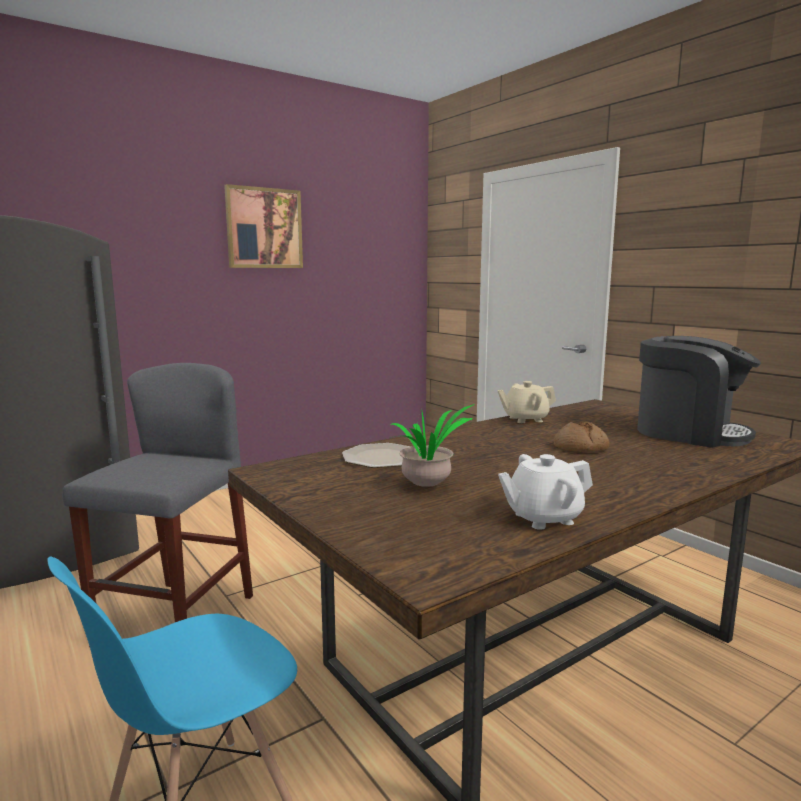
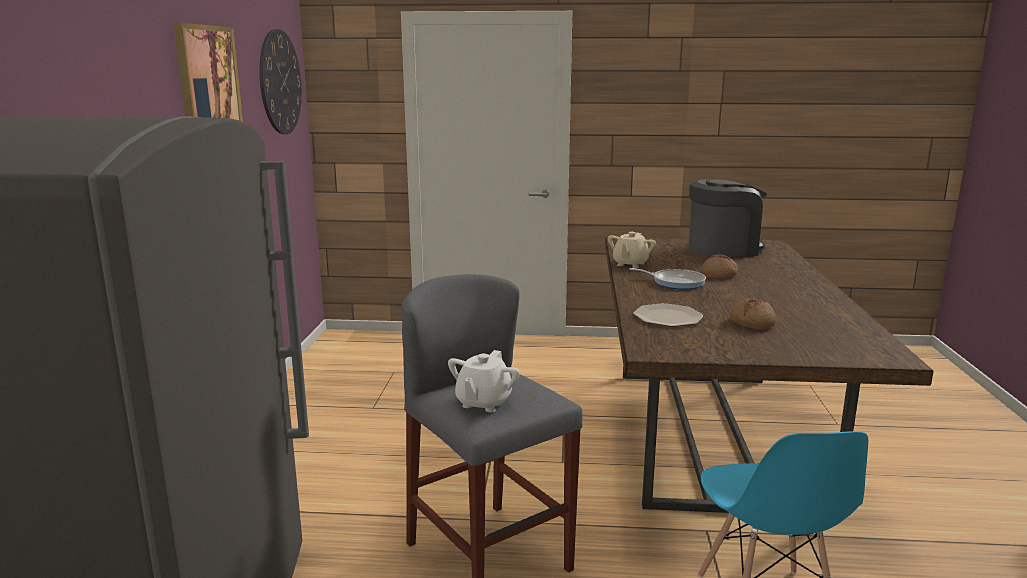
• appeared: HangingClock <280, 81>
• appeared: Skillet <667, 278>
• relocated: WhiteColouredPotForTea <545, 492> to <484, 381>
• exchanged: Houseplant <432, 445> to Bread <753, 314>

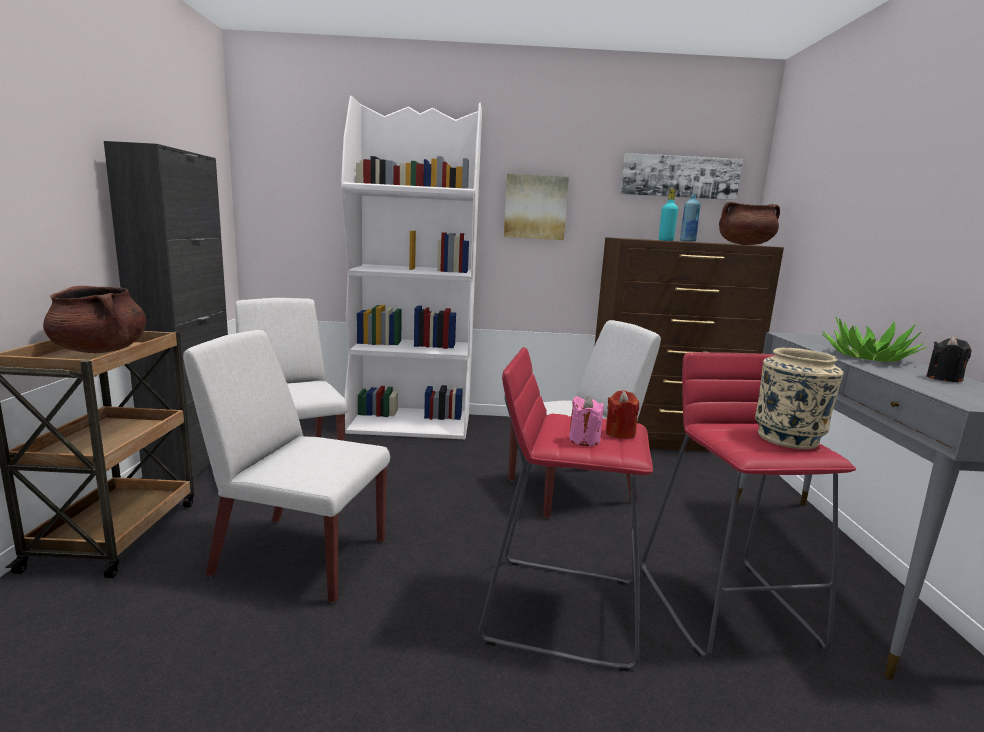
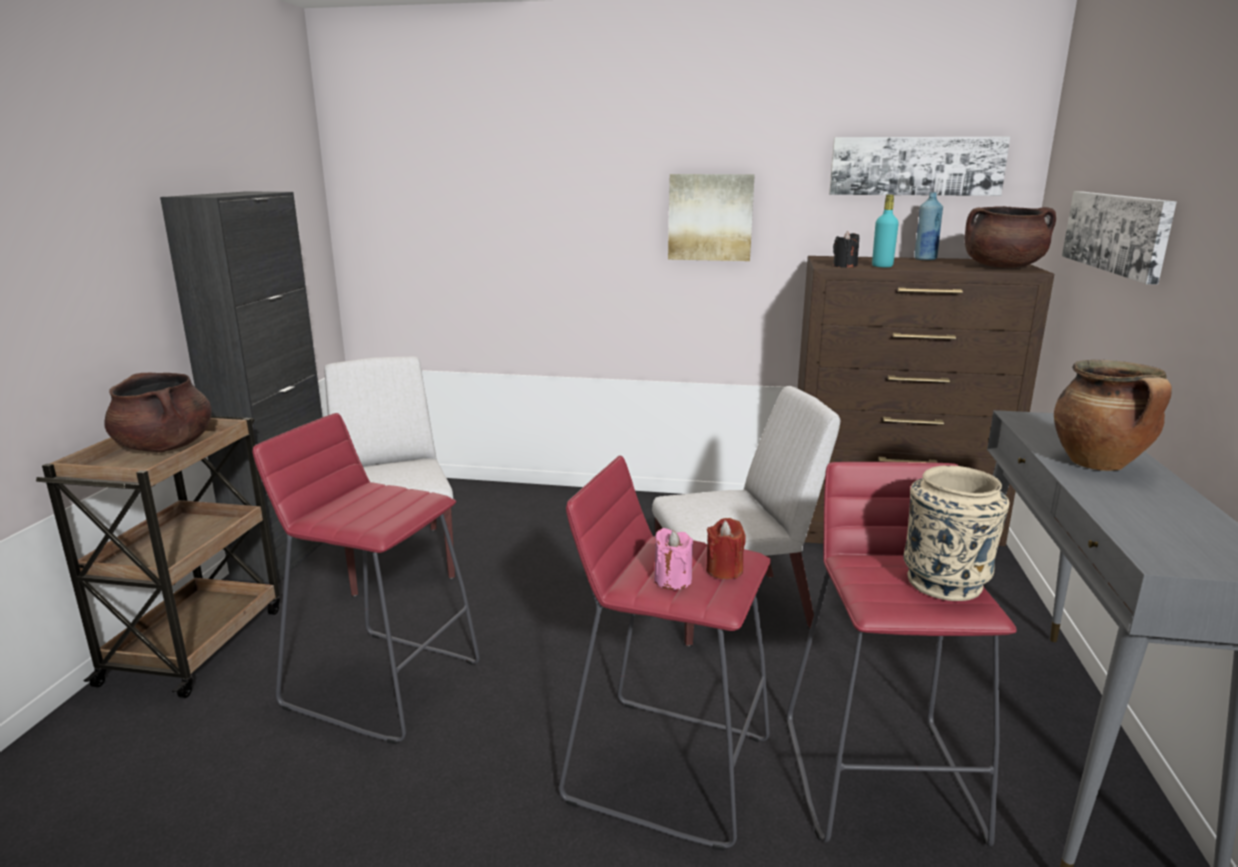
• missing: WhiteColouredShelvingUnit <411, 267>
• appeared: Picture <1119, 238>
• relocated: BlackishCandle <949, 359> to <846, 249>
• exchanged: WhiteColouredChair <286, 466> to ReddishStoolSeat <366, 578>
• exchanged: Houseplant <874, 339> to CookingPot <1113, 415>

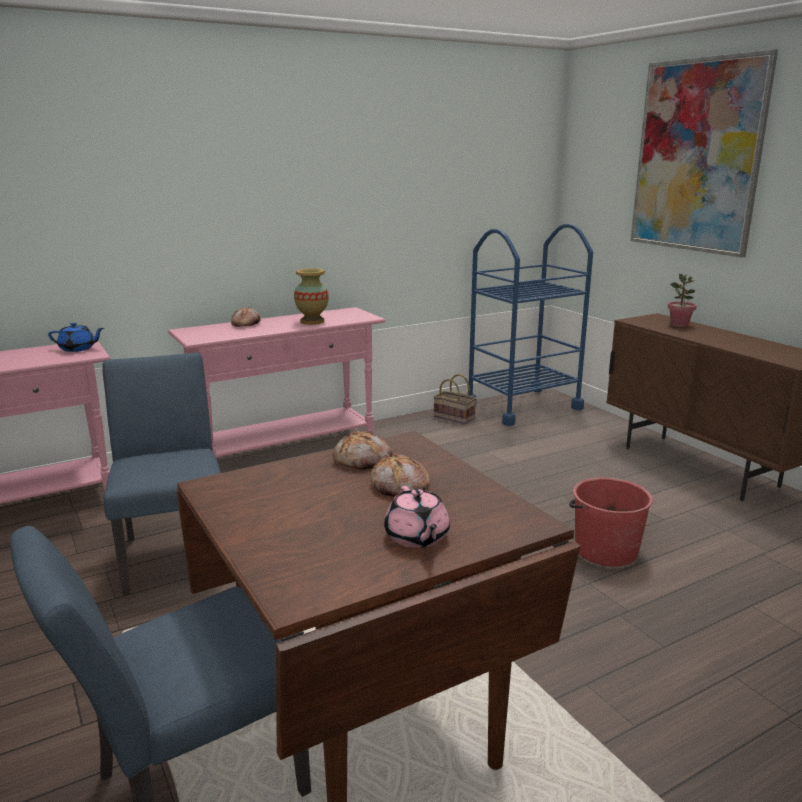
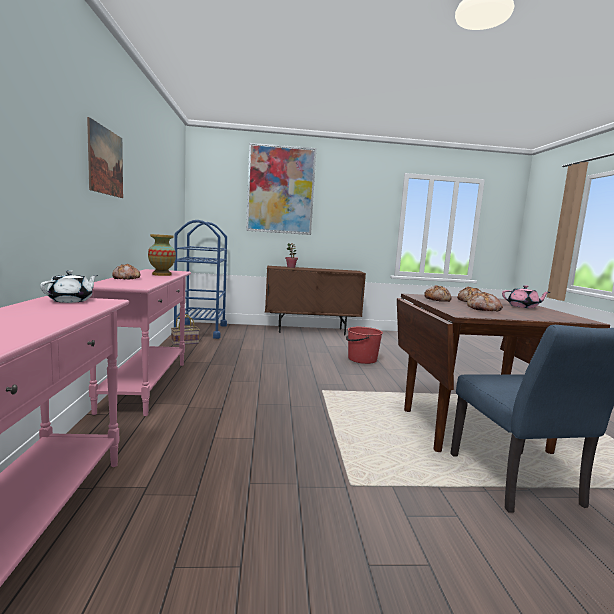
• missing: BlueColouredChair <161, 474>
• appeared: Picture <105, 157>
• appeared: Bread <485, 301>
• colour: BlueColouredPotForTea <76, 337> to WhiteColouredPotForTea <69, 286>

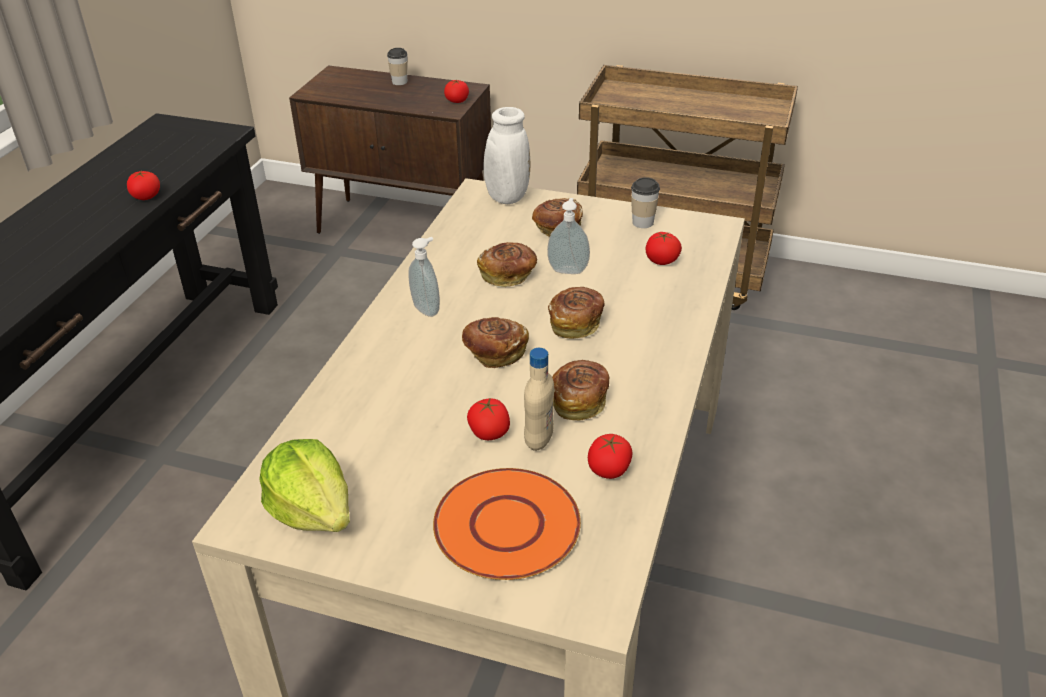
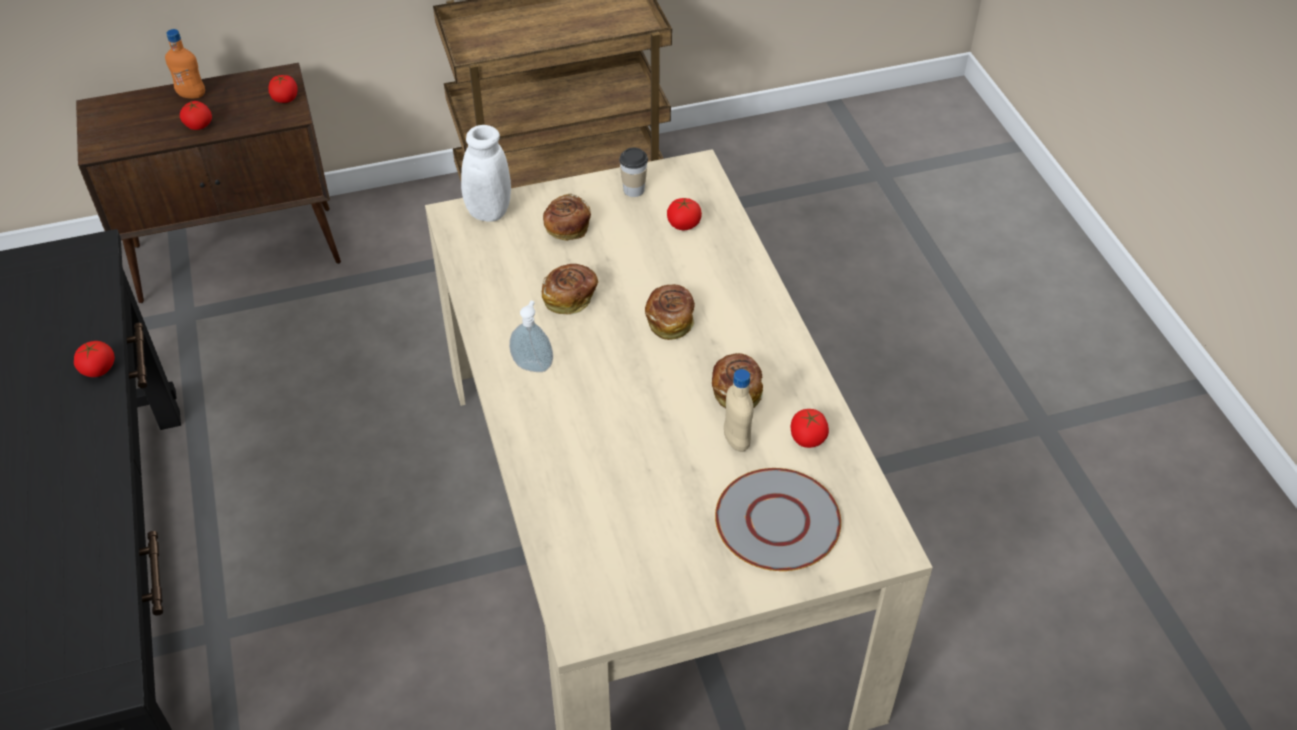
• missing: HeadOfLettuce <304, 485>
• missing: Bread <495, 342>
• missing: LiquidSoapBottle <568, 236>
• relocated: FreshTomato <488, 418> to <196, 115>
• exchanged: DrinkingCup <397, 66> to OrangeDrinkBottle <185, 64>
• colour: OrangePlate <507, 524> to GrayPlate <778, 519>

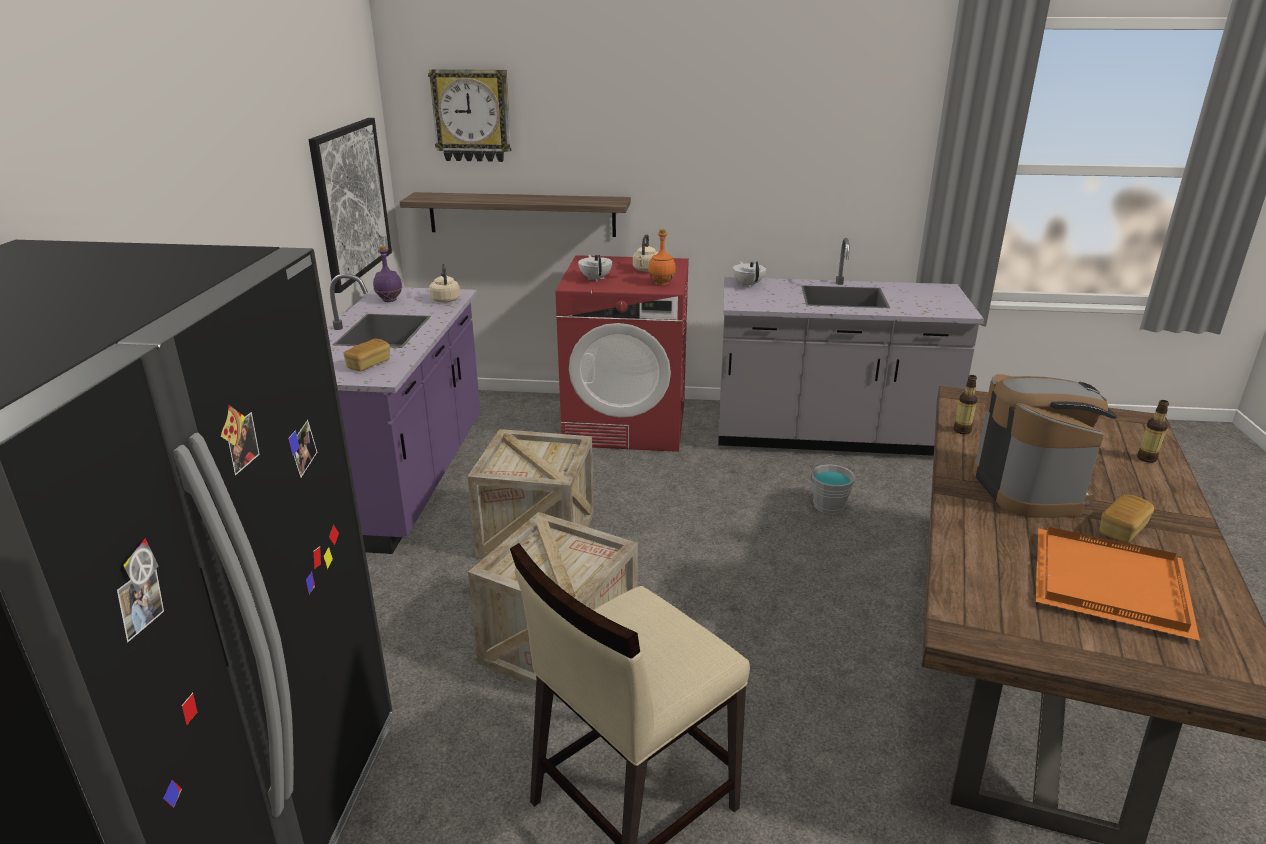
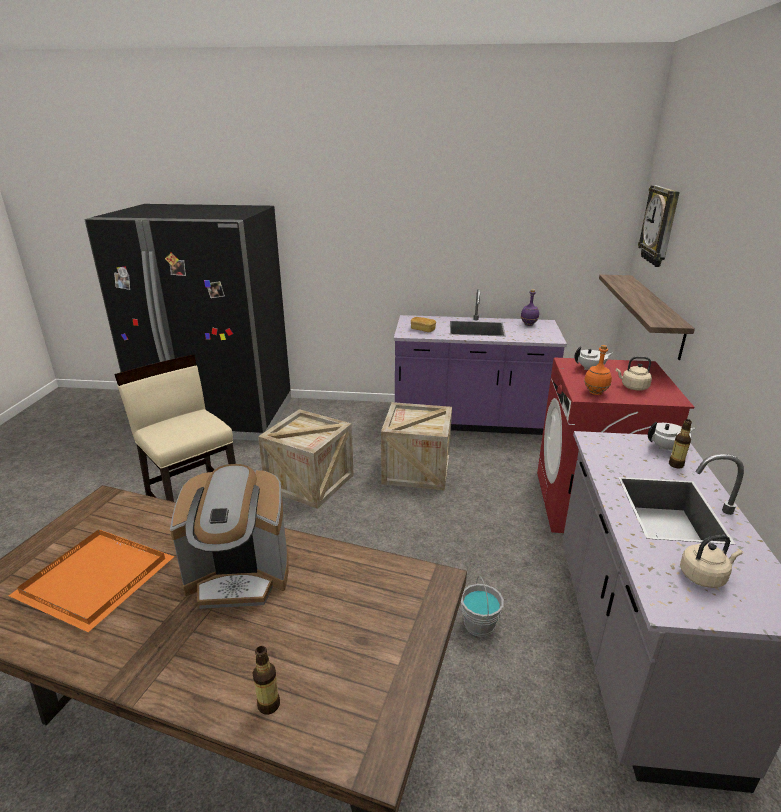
• missing: Picture <350, 205>
• missing: Bread <1126, 519>
• relocated: BeigeTeaKettle <444, 283> to <711, 561>
• relocated: DrinkBottle <965, 404> to <680, 444>

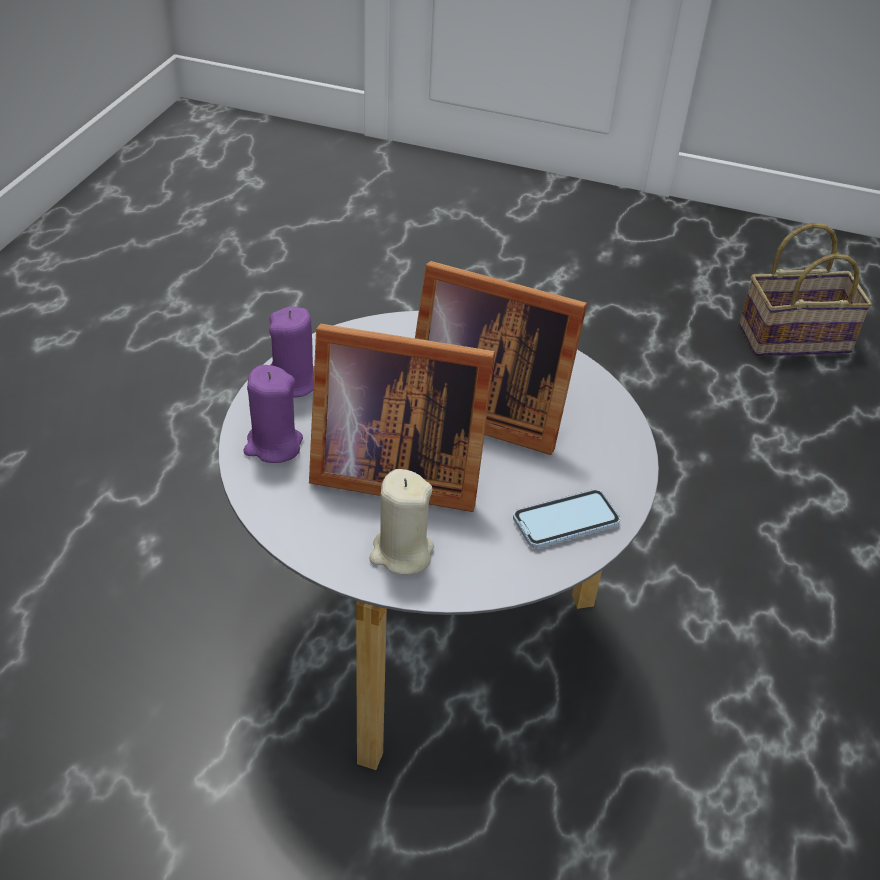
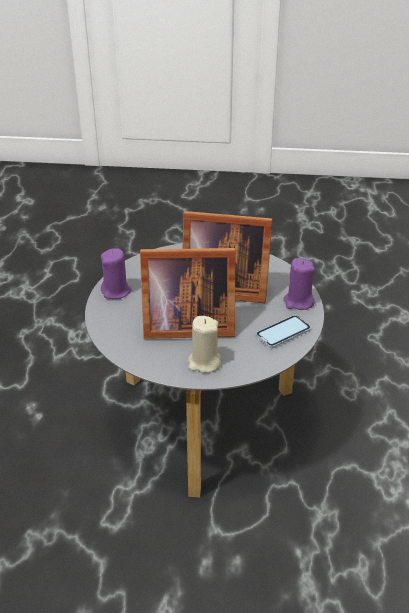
• missing: Basket <805, 290>
• relocated: PurpleColouredCandle <273, 414> to <299, 284>

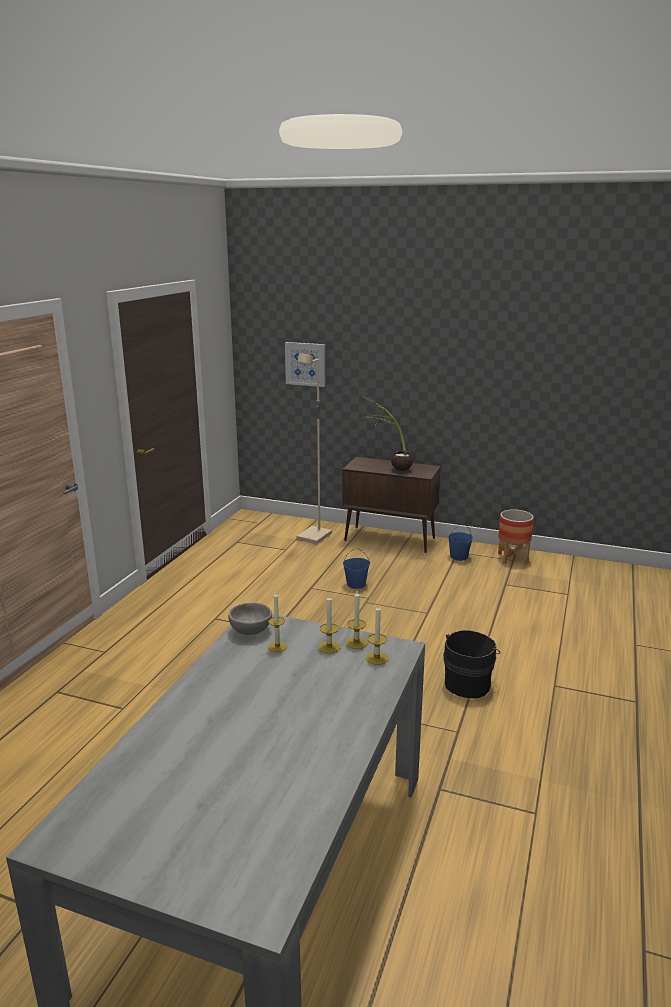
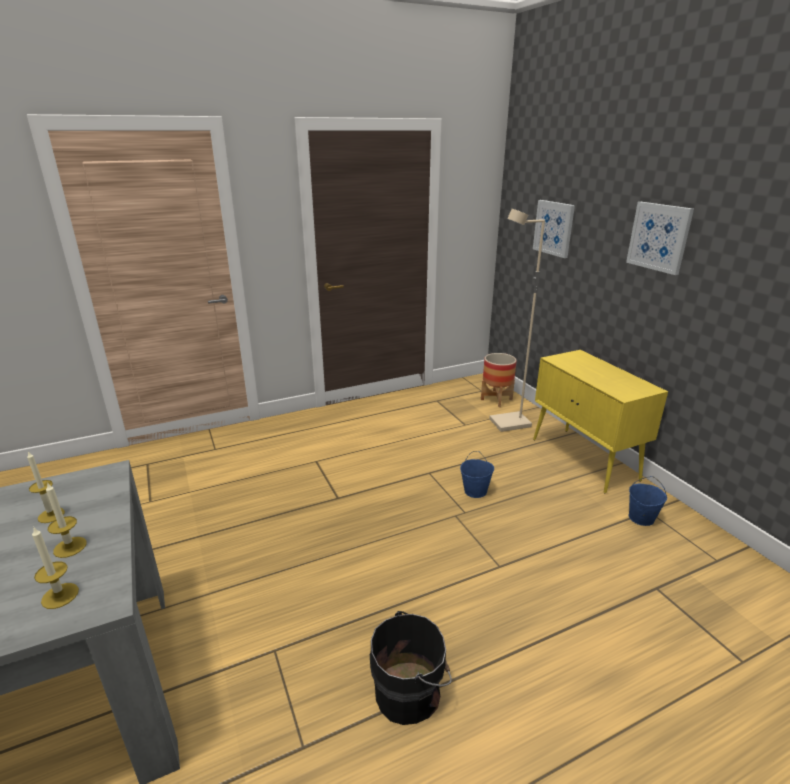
• missing: GrayServingBowl <250, 619>
• missing: Candle <357, 620>
• missing: Houseplant <387, 435>
• appeared: Picture <660, 238>
• relocated: FlowerPot <516, 536> to <499, 380>
• colour: BrownishStorageCabinet <391, 505> to YellowishStorageCabinet <600, 421>

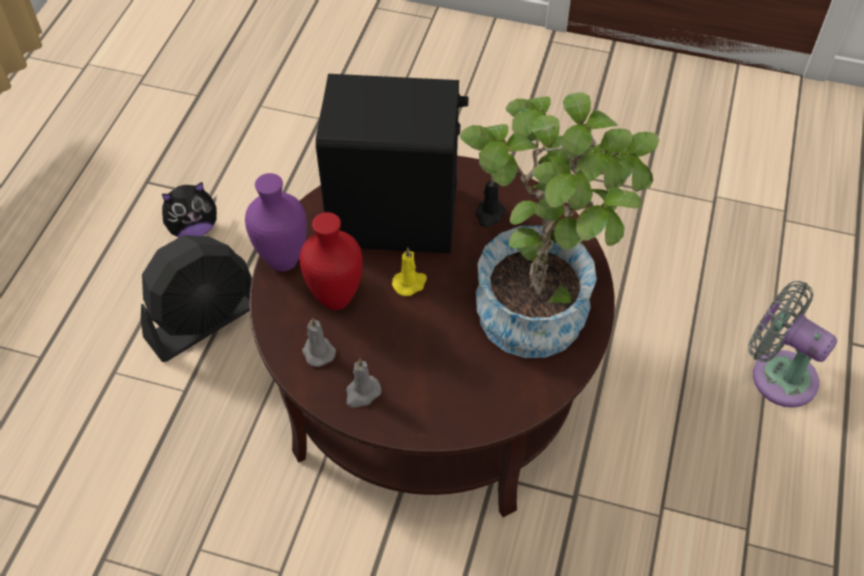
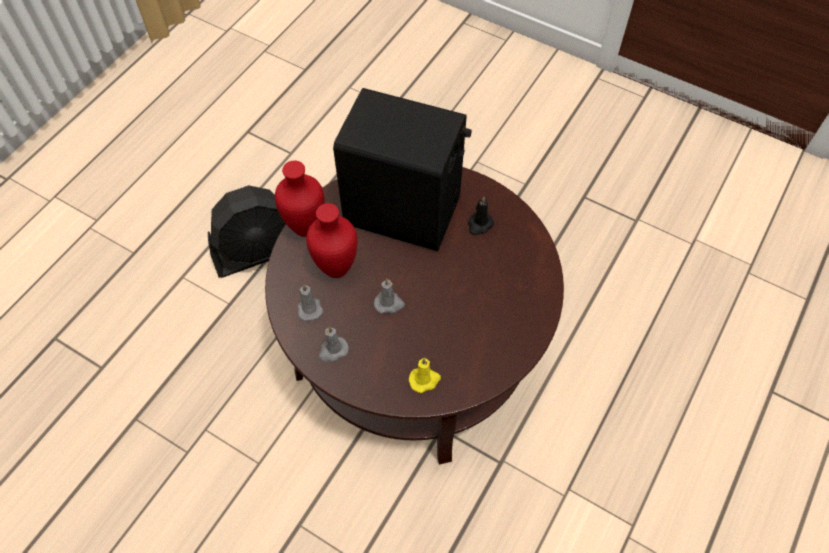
• missing: PlushToy <189, 209>
• missing: Houseplant <559, 225>
• missing: GrayFan <792, 344>
• appeared: GrayCandle <389, 296>
• relocated: YellowishCandle <409, 272> to <425, 375>
• colour: PurpleColouredDecorativeVase <276, 222> to ReddishDecorativeVase <300, 199>

